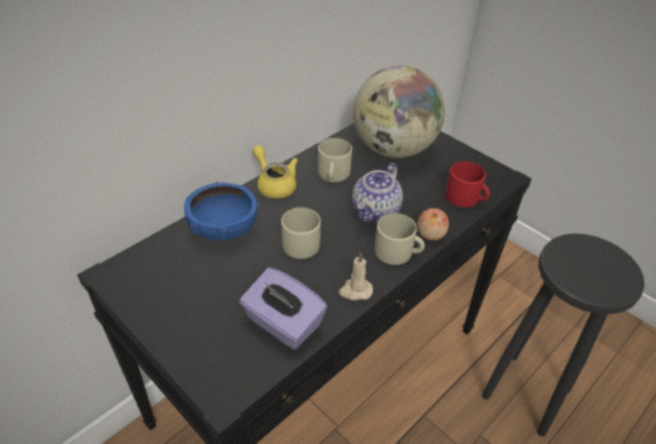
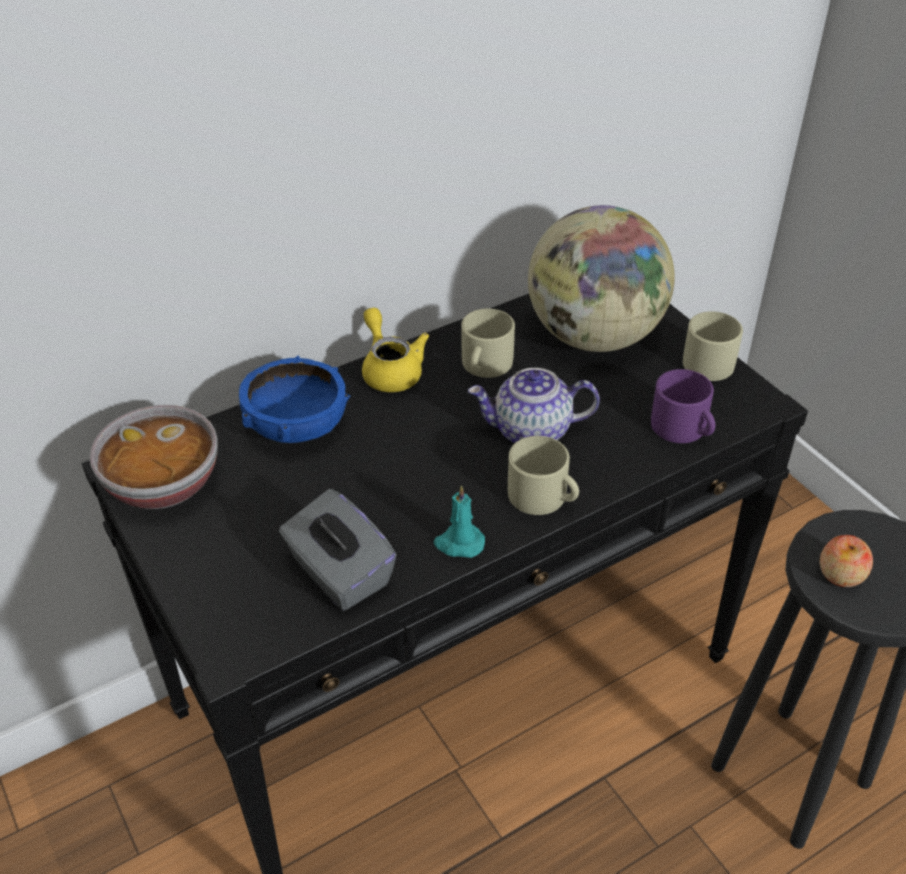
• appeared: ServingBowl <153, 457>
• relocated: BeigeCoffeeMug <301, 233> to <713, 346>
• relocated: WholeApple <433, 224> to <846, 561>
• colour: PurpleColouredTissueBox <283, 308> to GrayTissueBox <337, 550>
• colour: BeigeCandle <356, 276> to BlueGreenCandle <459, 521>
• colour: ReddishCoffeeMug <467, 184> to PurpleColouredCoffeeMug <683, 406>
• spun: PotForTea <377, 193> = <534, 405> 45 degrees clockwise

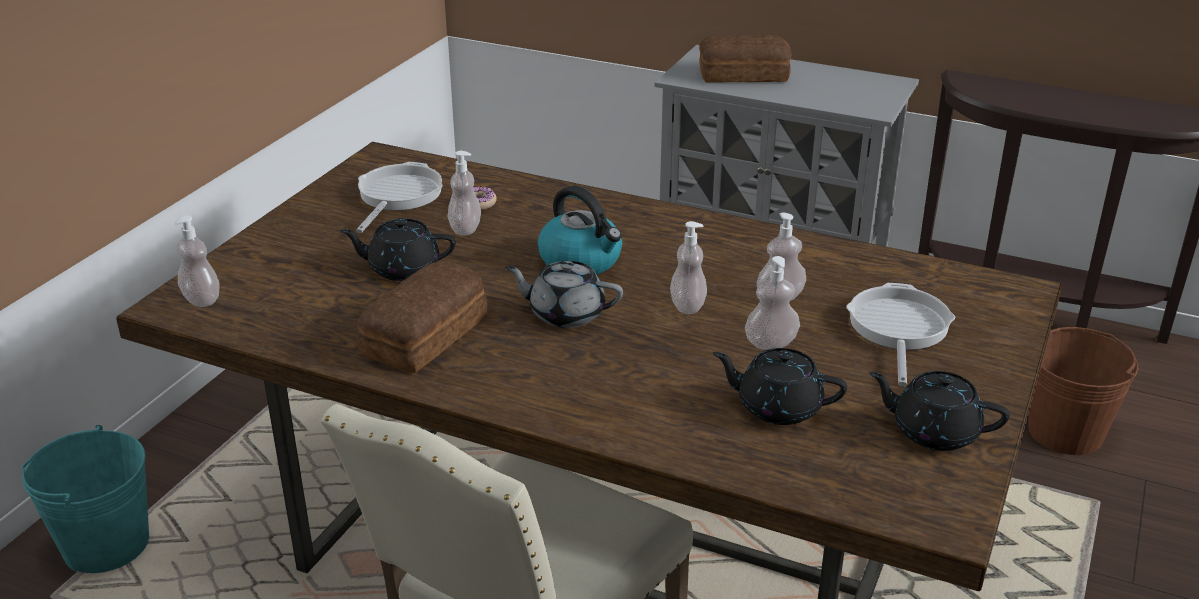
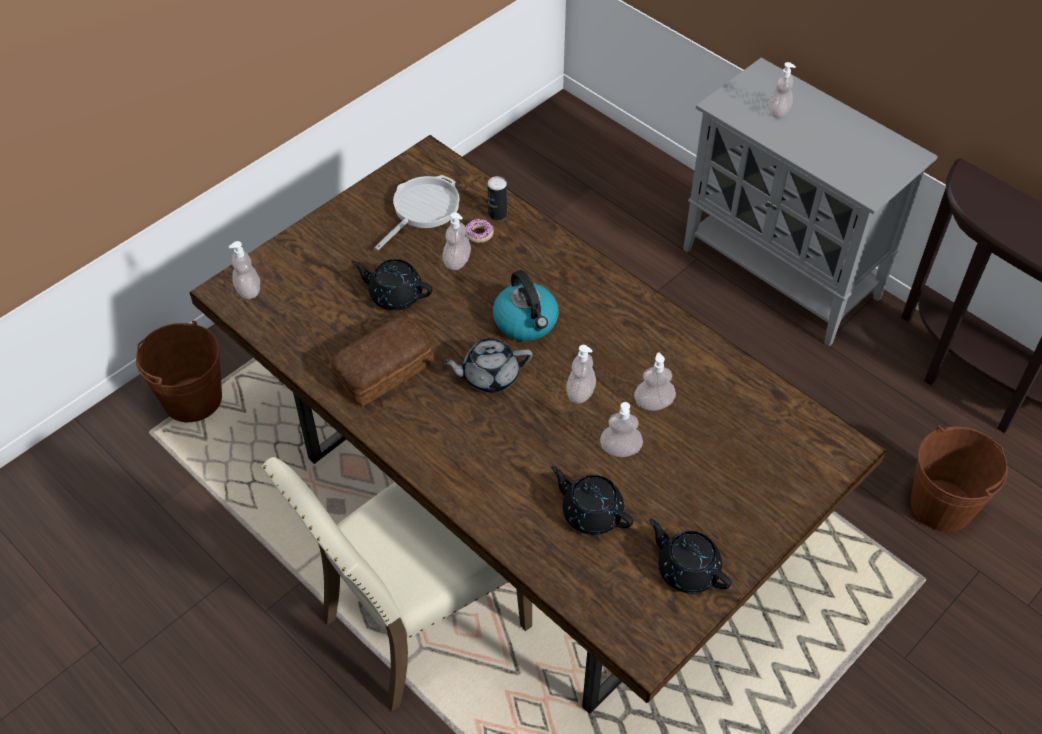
• missing: Skillet <900, 334>
• appeared: SealedCan <497, 198>
• exchanged: Bread <745, 59> to LiquidSoapBottle <782, 90>
• colour: BlueGreenBucket <85, 499> to BrownishBucket <179, 371>
• spun: GrayPotForTea <564, 294> = <487, 365> 45 degrees counterclockwise

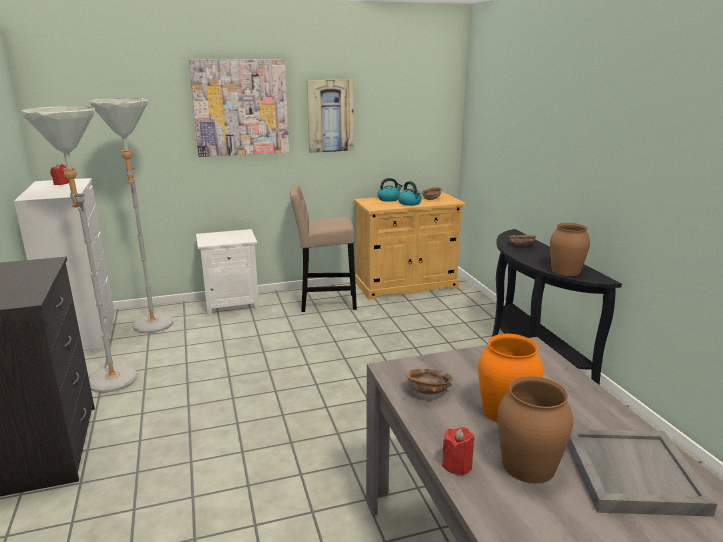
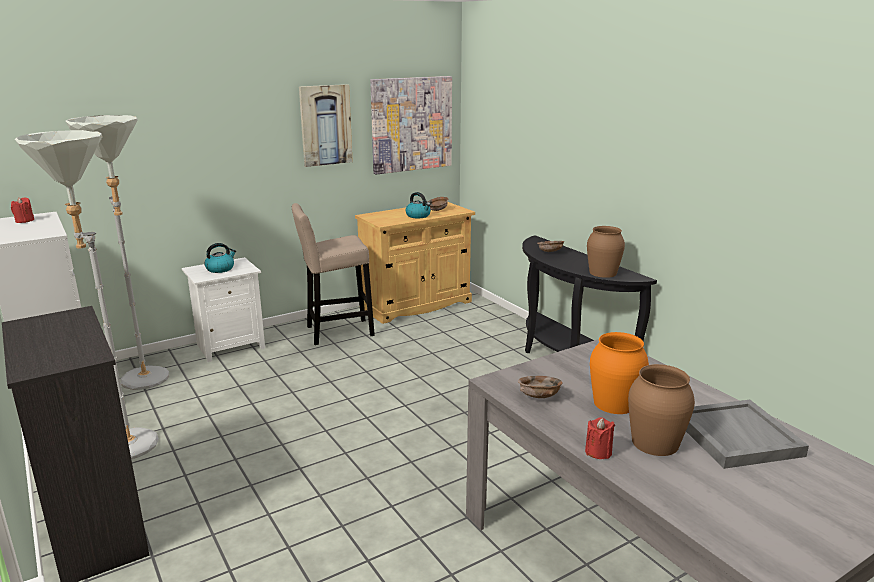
• relocated: Picture <239, 108> to <411, 125>
• relocated: TeaKettle <390, 190> to <220, 258>

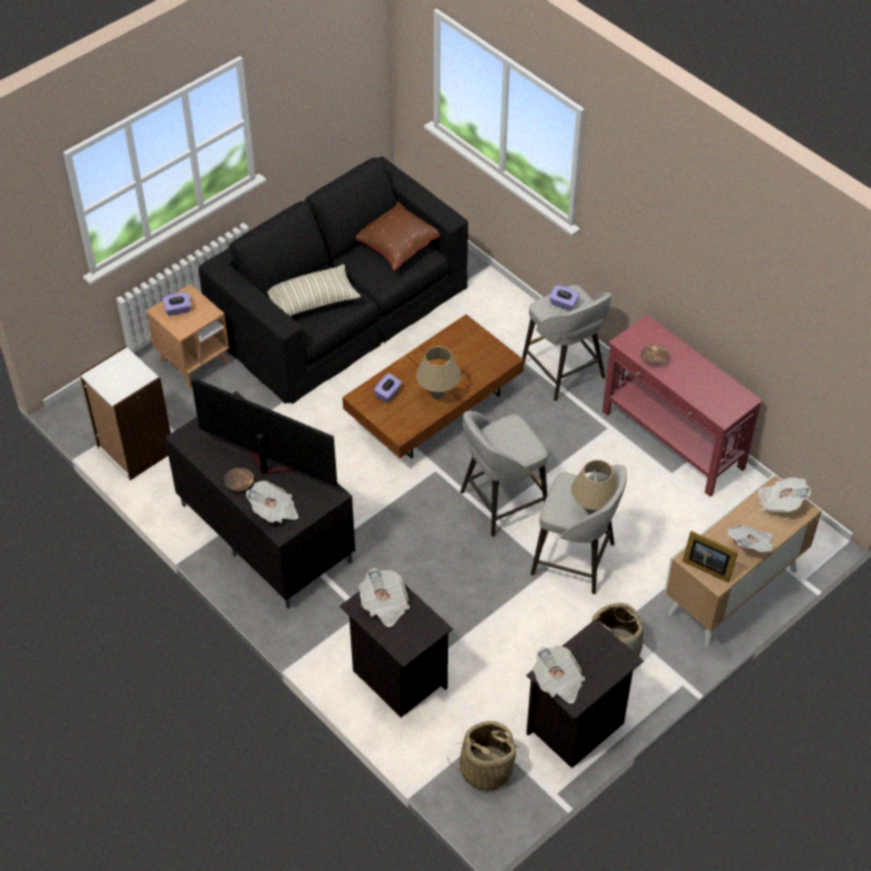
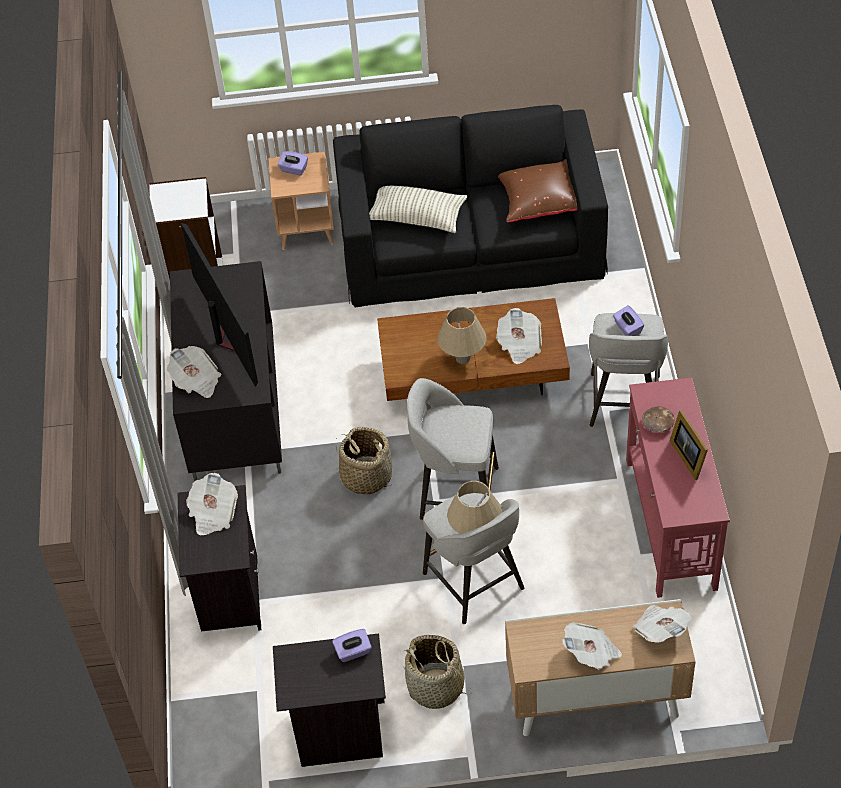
• missing: BrownishServingBowl <239, 479>
• relocated: PurpleColouredTissueBox <388, 388> to <352, 645>
• relocated: Basket <484, 756> to <364, 460>
• relocated: Newspaper <559, 674> to <519, 336>
• relocated: PictureFrame <710, 557> to <689, 445>

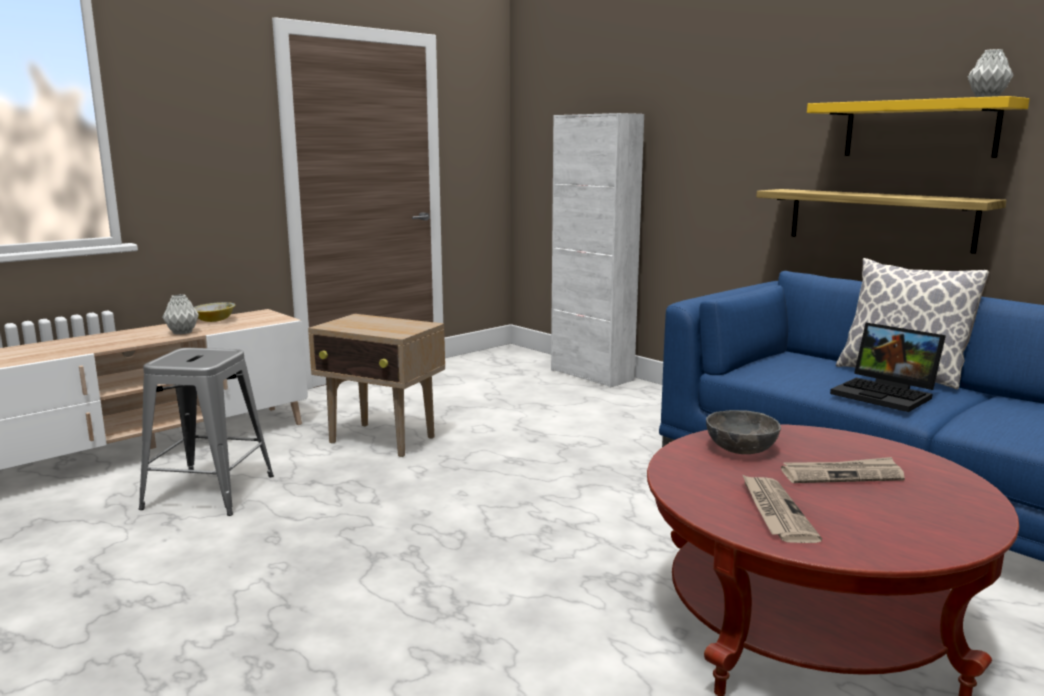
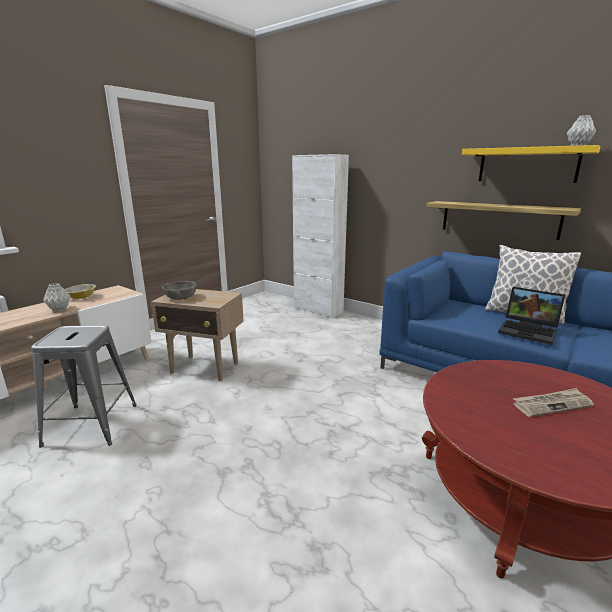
• missing: Newspaper <782, 508>
• relocated: GrayServingBowl <743, 432> to <179, 290>

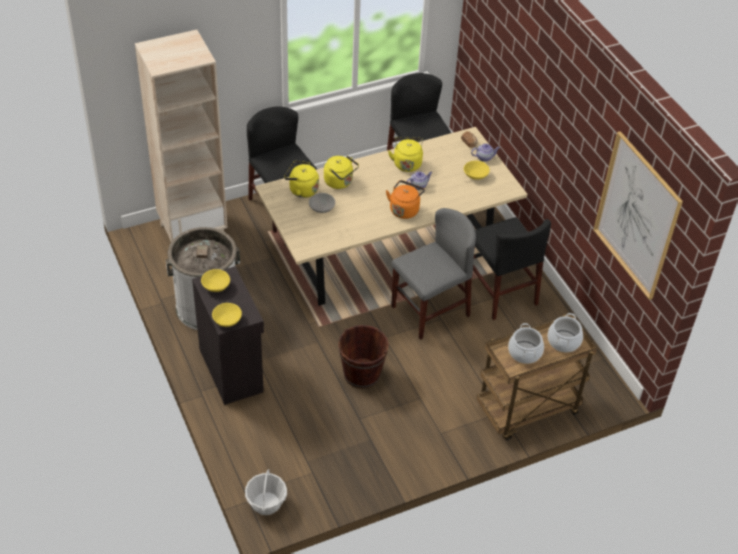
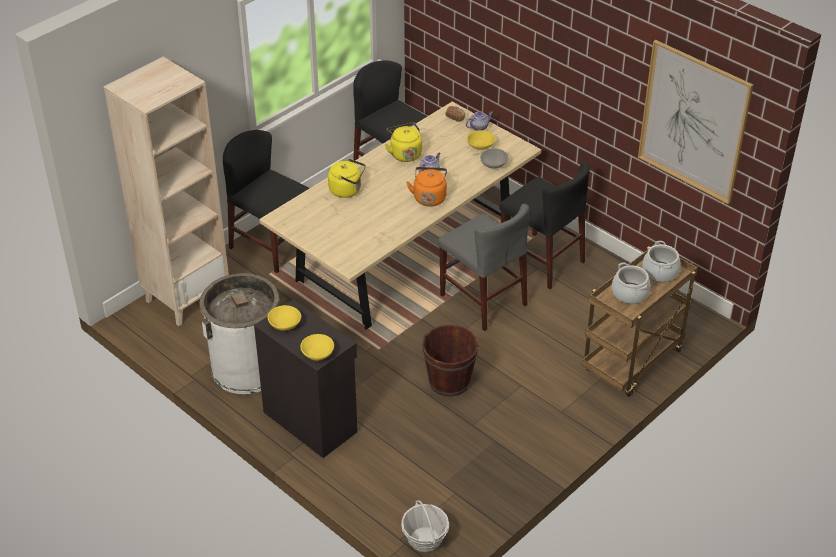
• missing: YellowishTeaKettle <301, 179>
• relocated: GrayServingBowl <322, 203> to <494, 158>
• spun: GrayChair <433, 274> = <483, 267> 105 degrees clockwise

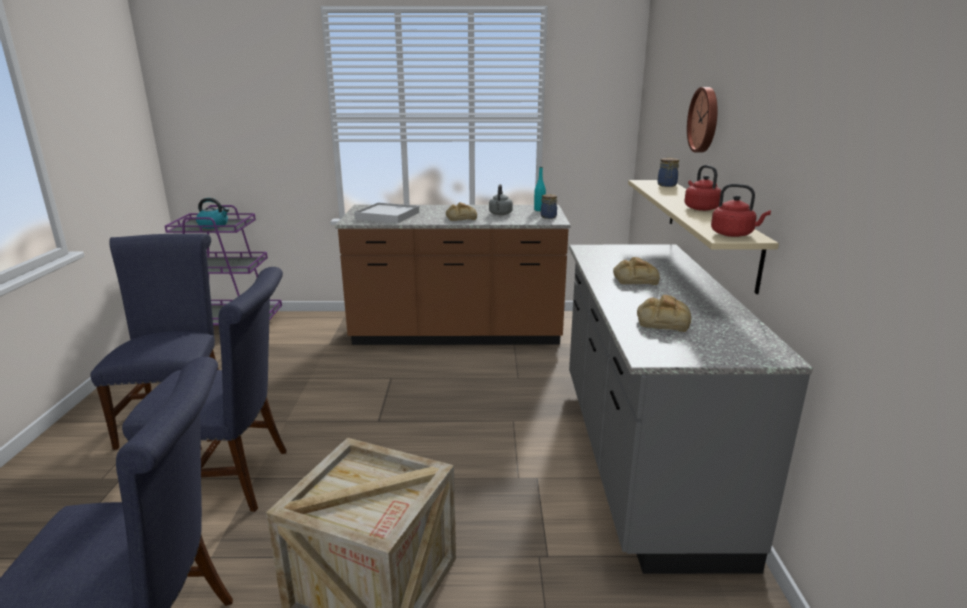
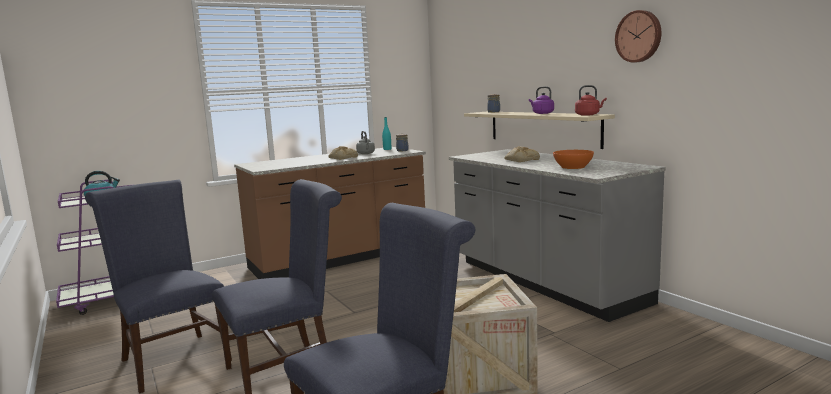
• missing: WhiteColouredCarryingTray <386, 213>
• relocated: HangingClock <702, 119> to <638, 36>
• exchanged: Bread <664, 313> to OrangeServingBowl <573, 159>
• colour: ReddishTeaKettle <703, 188> to PurpleColouredTeaKettle <541, 100>

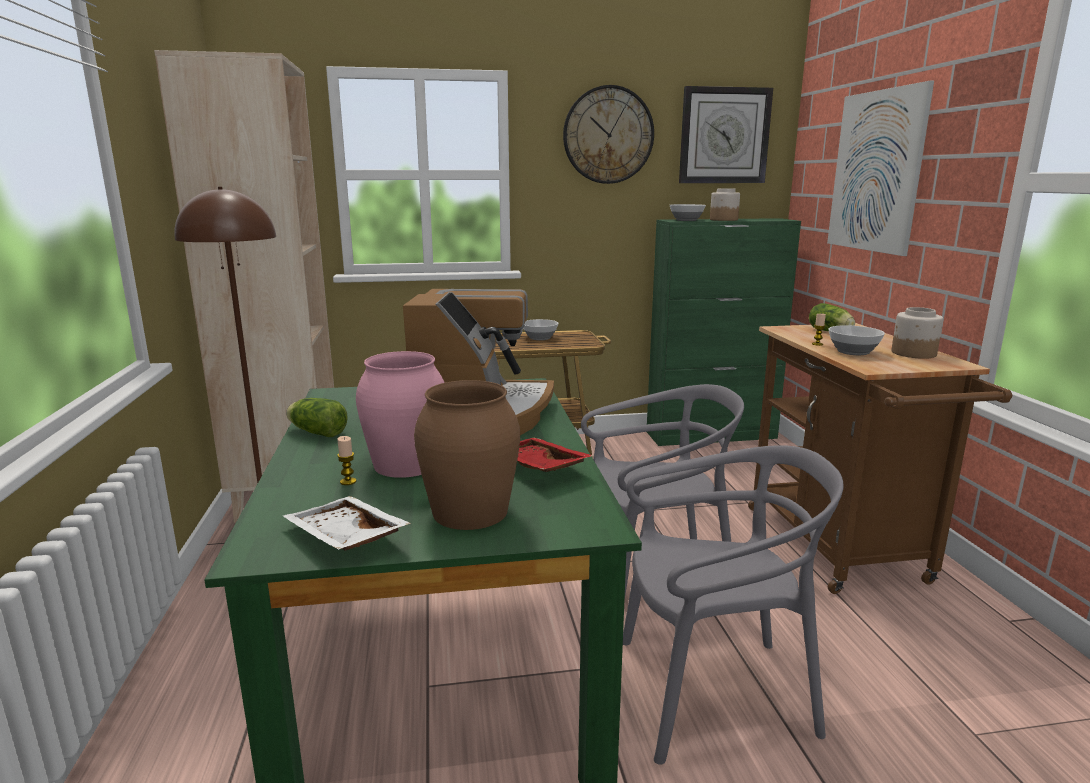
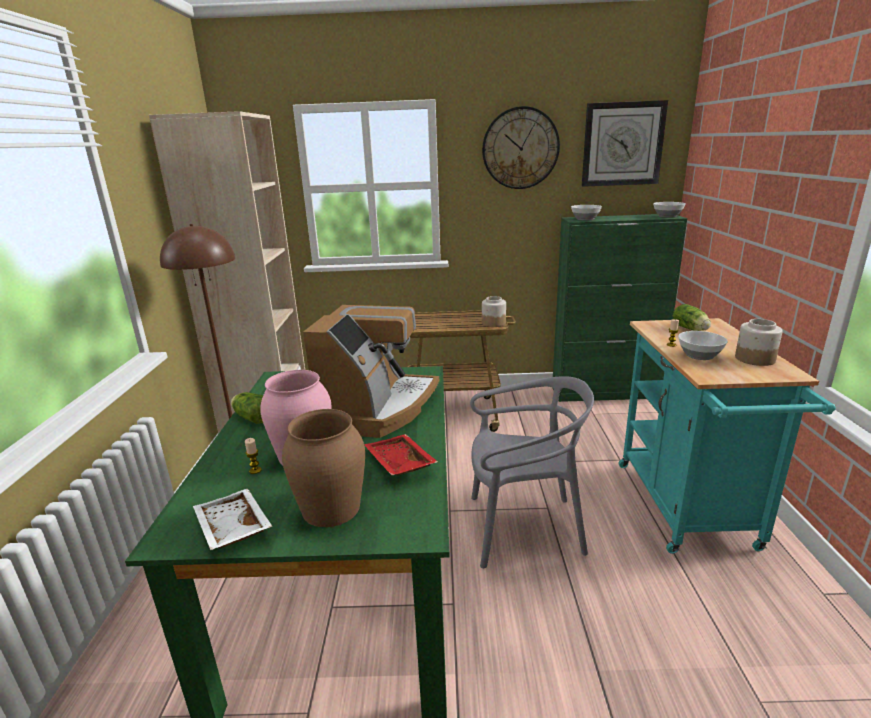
• missing: GrayChair <733, 605>
• missing: Picture <880, 168>
• relocated: ServingBowl <541, 329> to <669, 210>
• relocated: PreserveJar <725, 204> to <494, 311>
• colour: BrownishWheeledCart <880, 458> to BlueGreenWheeledCart <727, 436>

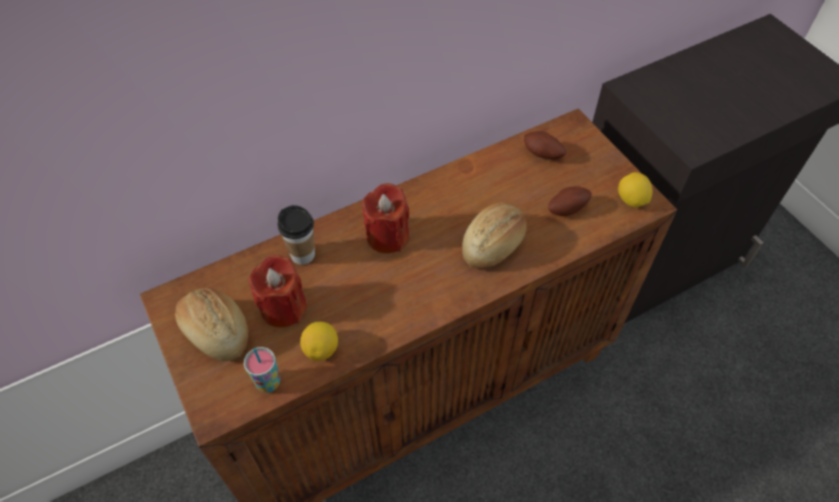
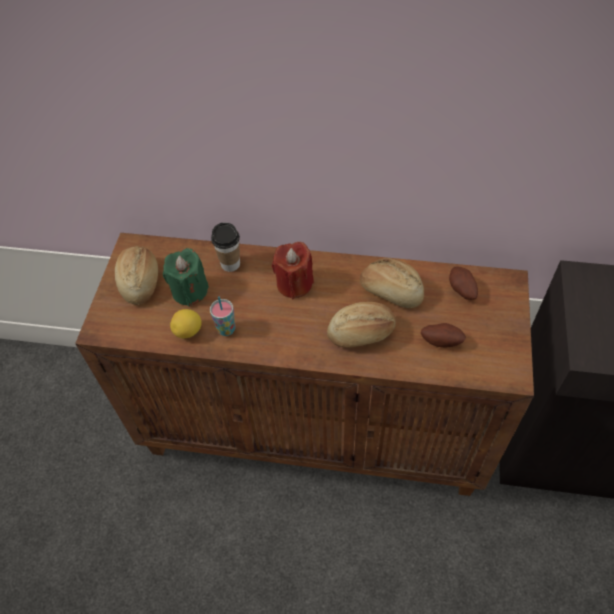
• missing: WholeLemon <635, 189>
• appeared: Bread <392, 283>
• relocated: DrinkingCup <262, 369> to <222, 316>
• colour: ReddishCandle <277, 291> to GreenishCandle <186, 277>

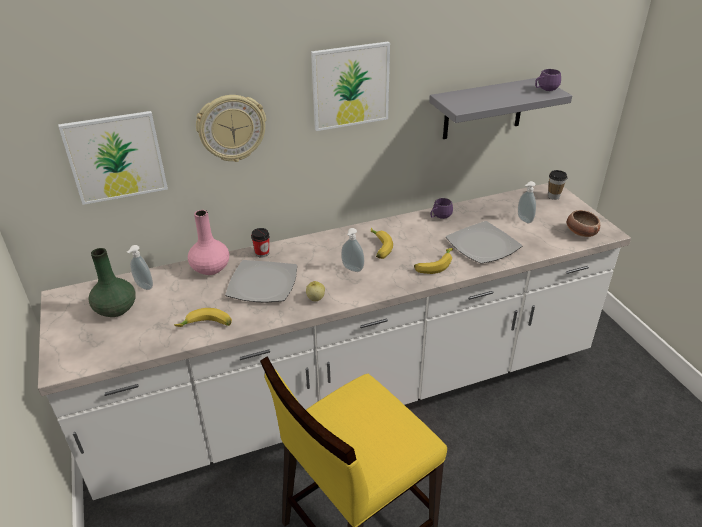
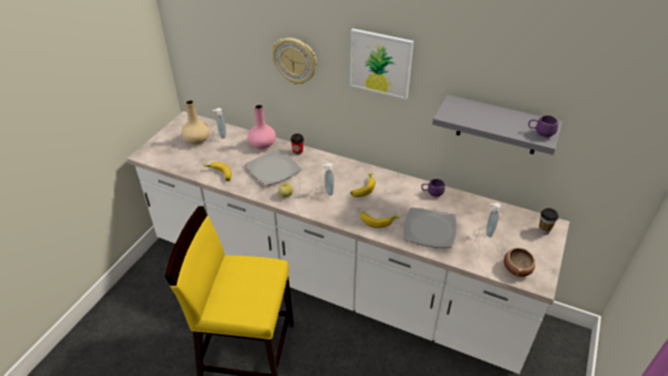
• missing: Picture <113, 158>
• colour: GreenishDecorativeVase <112, 282> to BeigeDecorativeVase <195, 122>

